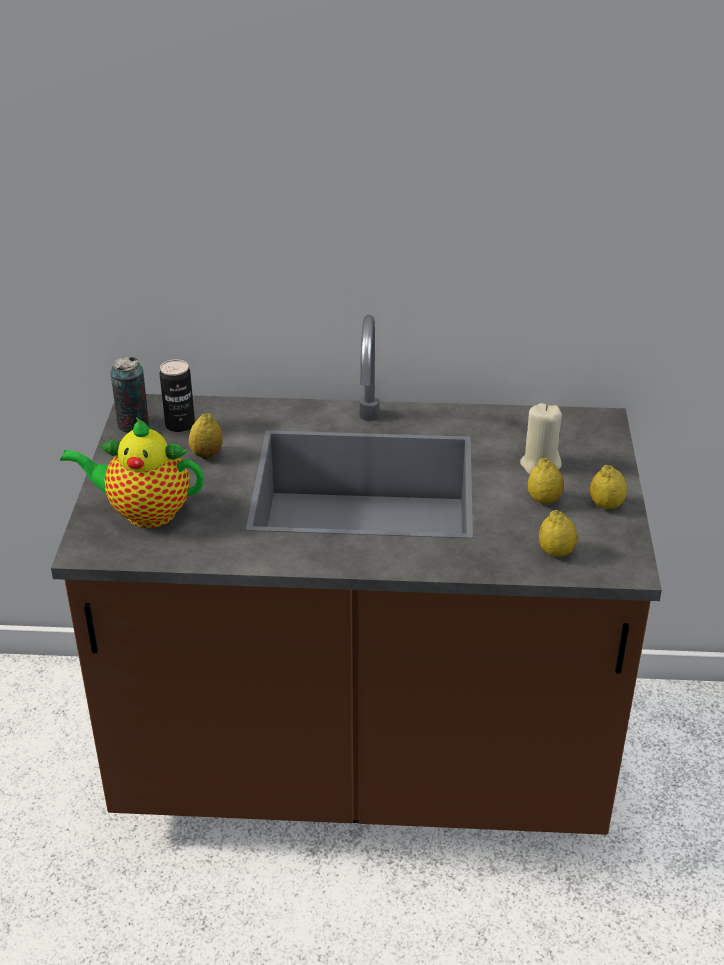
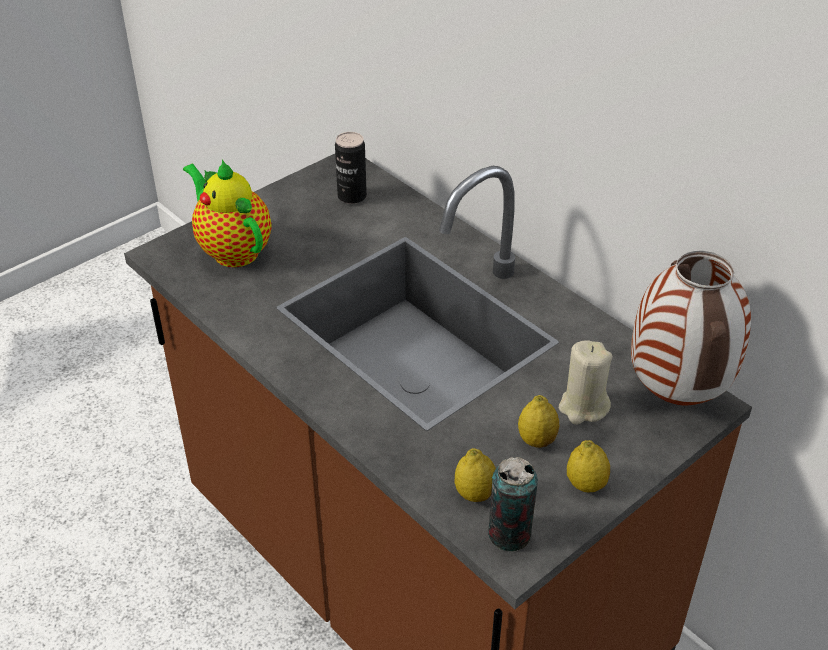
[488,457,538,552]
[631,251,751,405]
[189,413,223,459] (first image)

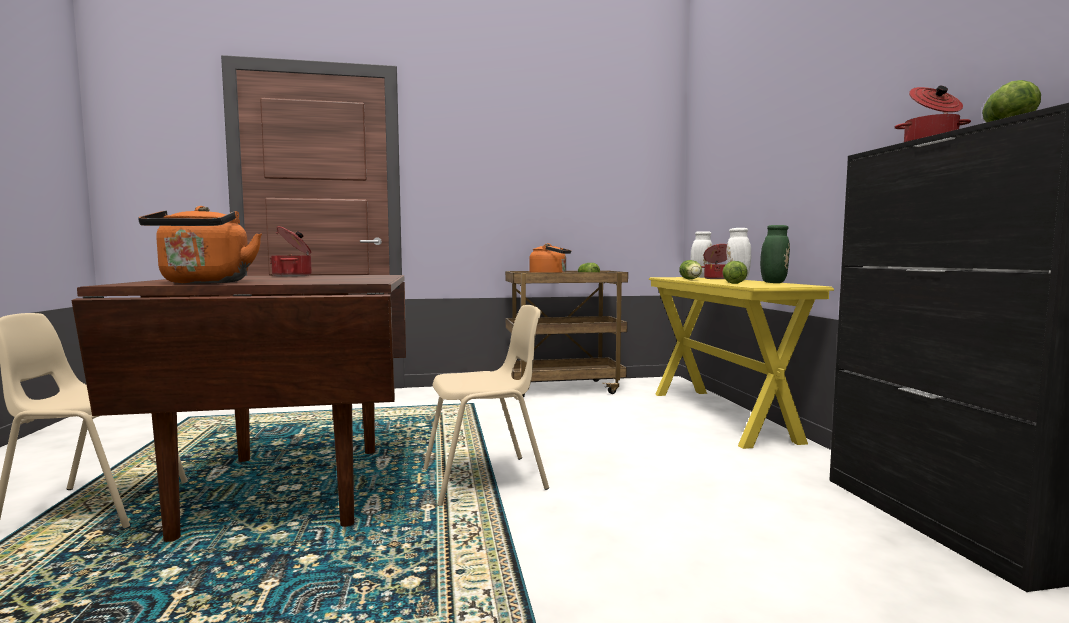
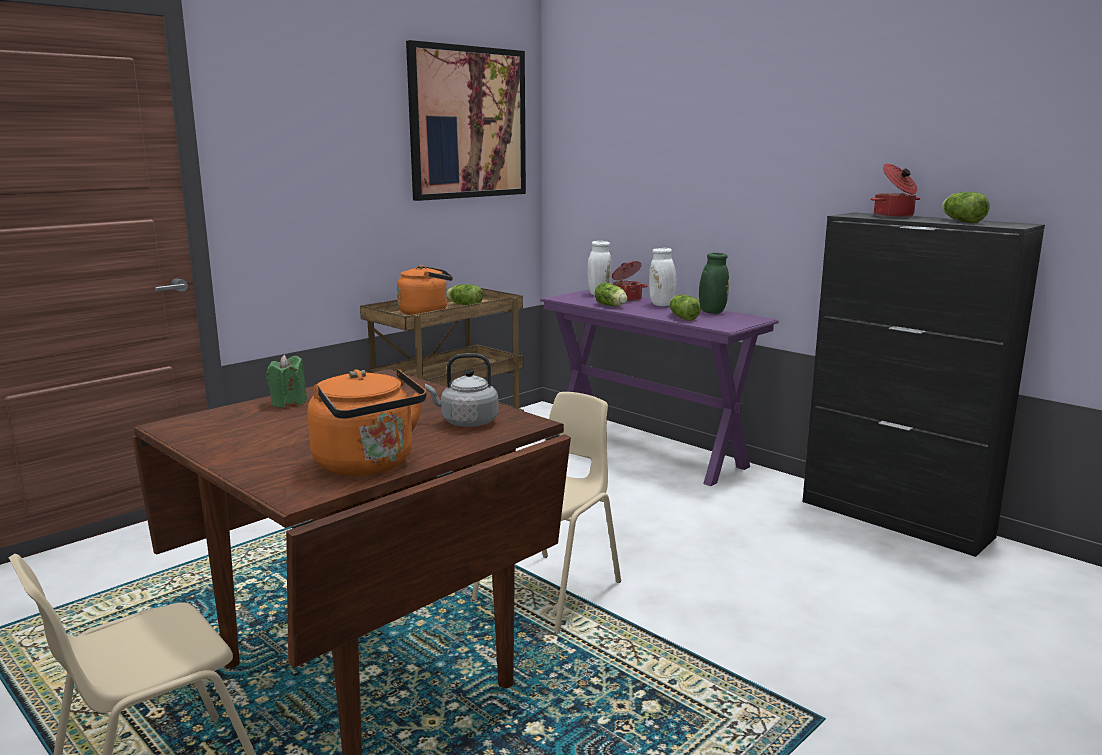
[266,355,307,408]
[406,40,526,201]
[425,353,499,427]
[540,290,779,486]

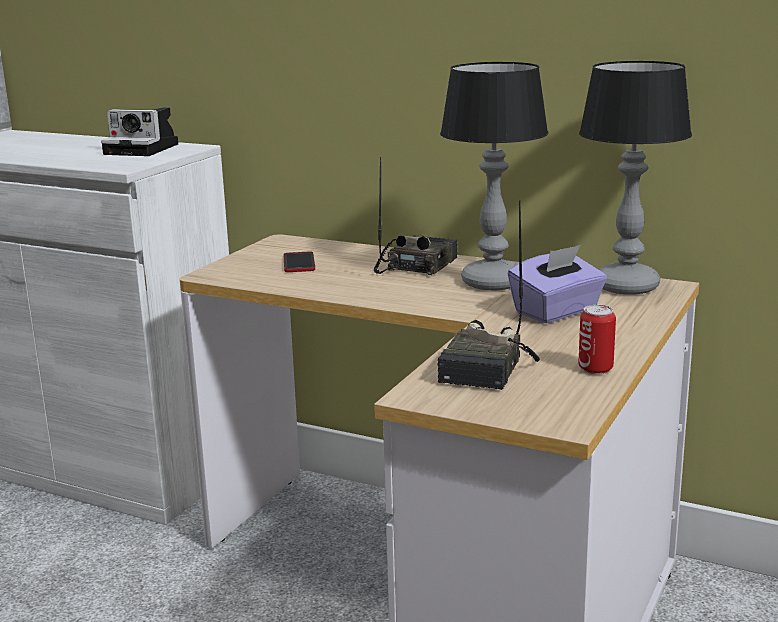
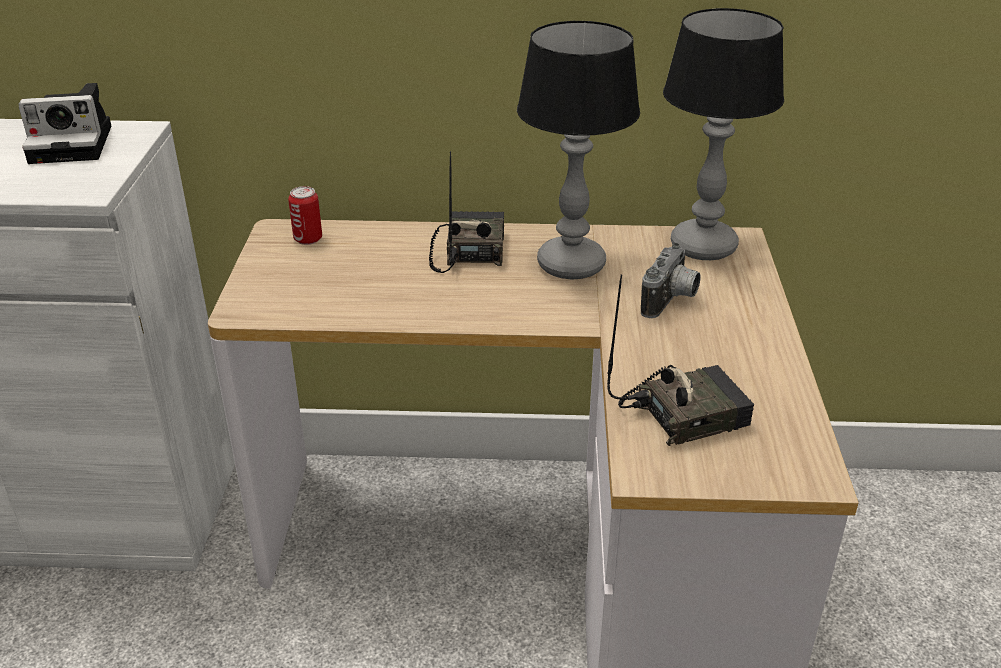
[288,186,322,245]
[607,275,754,446]
[641,243,700,318]
[284,251,315,272] (first image)

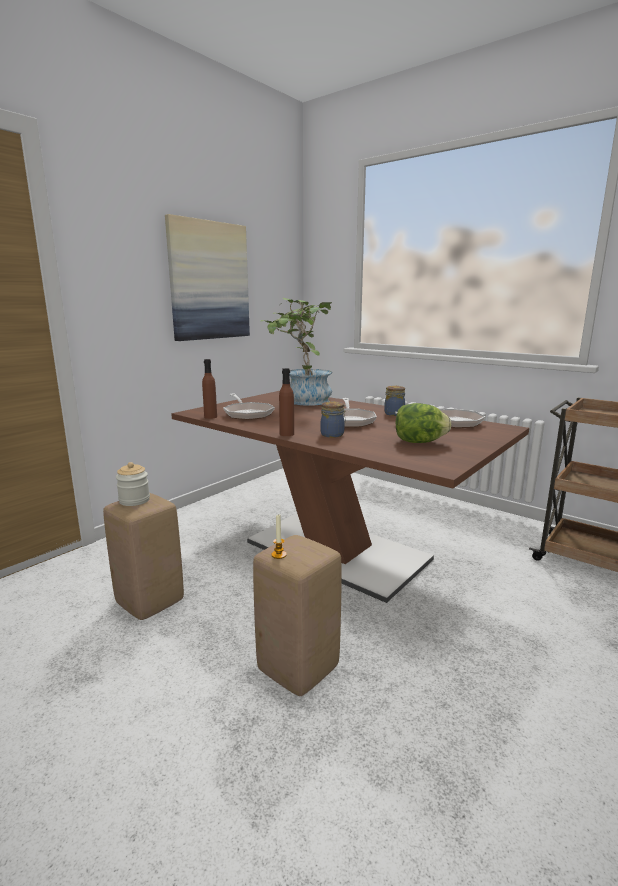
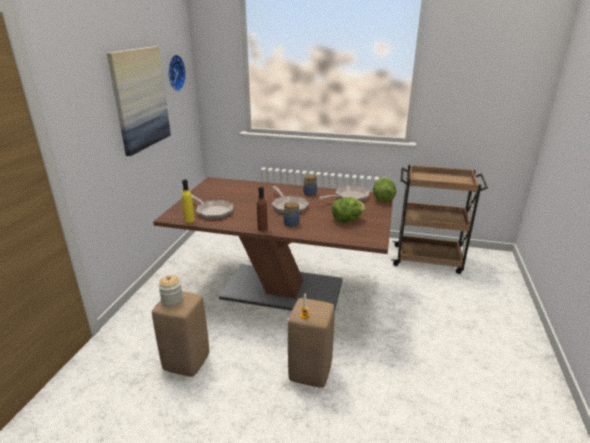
[168,55,186,91]
[182,179,195,223]
[373,178,396,202]
[261,298,332,406] (first image)

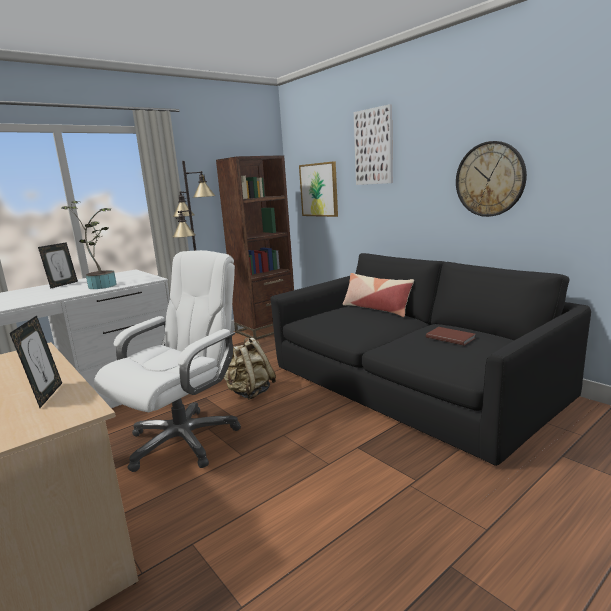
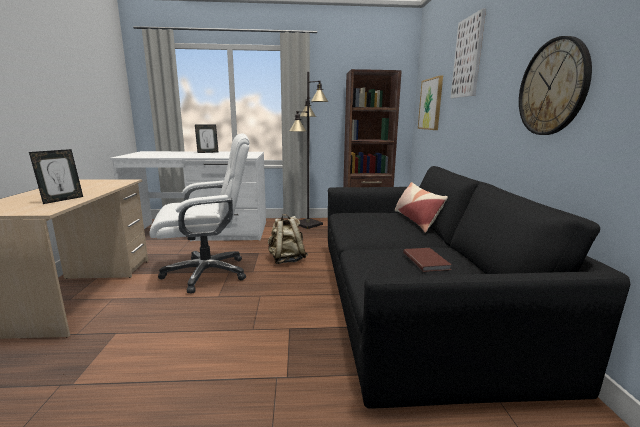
[62,201,117,289] (first image)

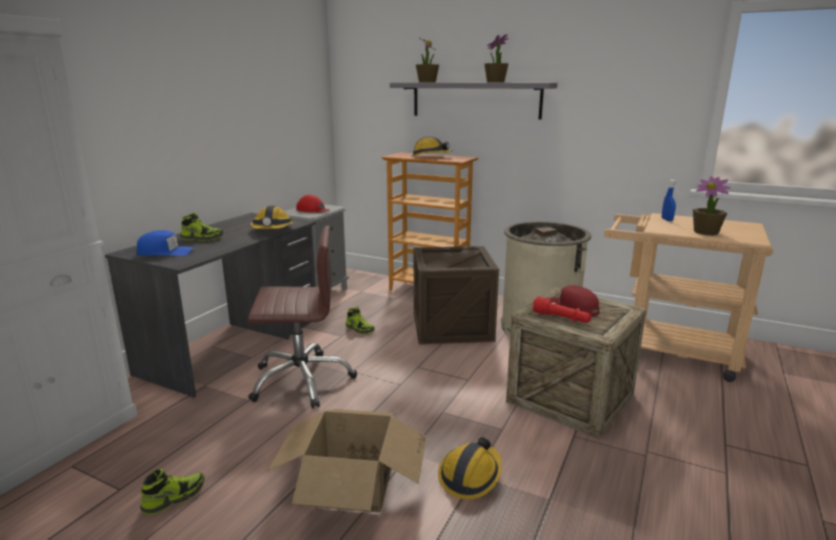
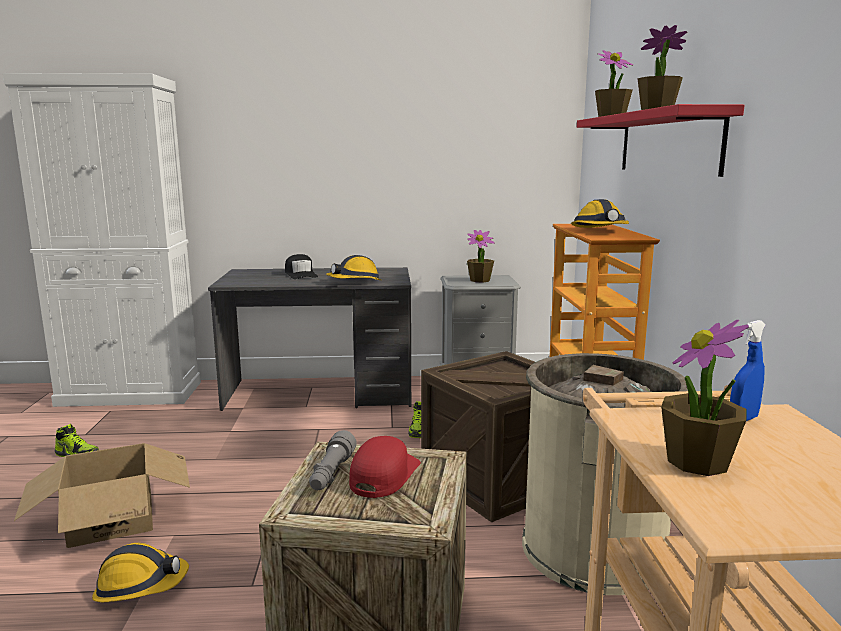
[285,254,318,279]
[309,430,357,490]
[467,230,495,283]
[577,104,745,177]
[136,230,194,256] (first image)
[248,226,357,409] (first image)

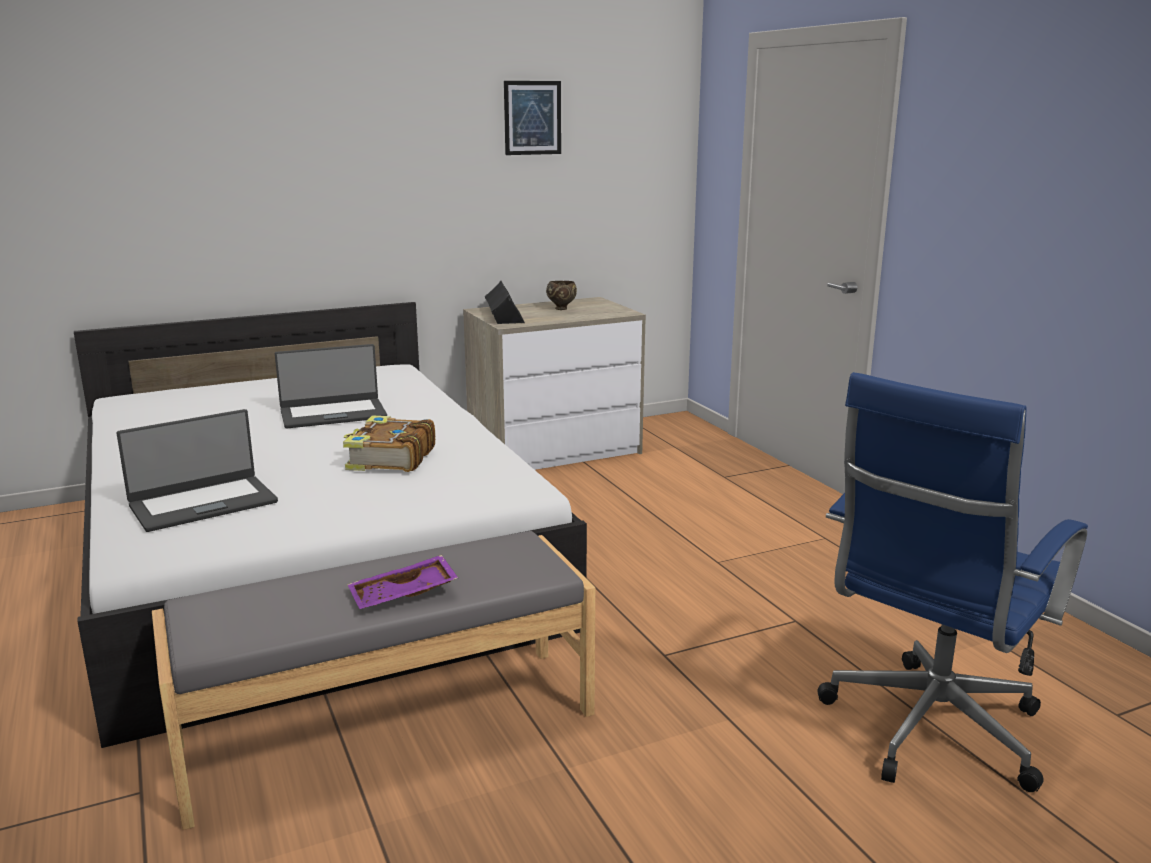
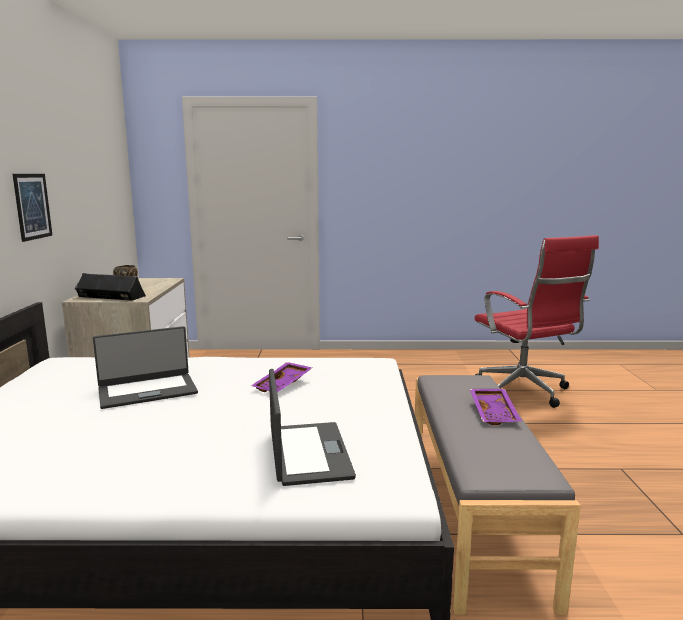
[13,174,53,242]
[93,326,198,409]
[251,362,312,392]
[475,235,599,408]

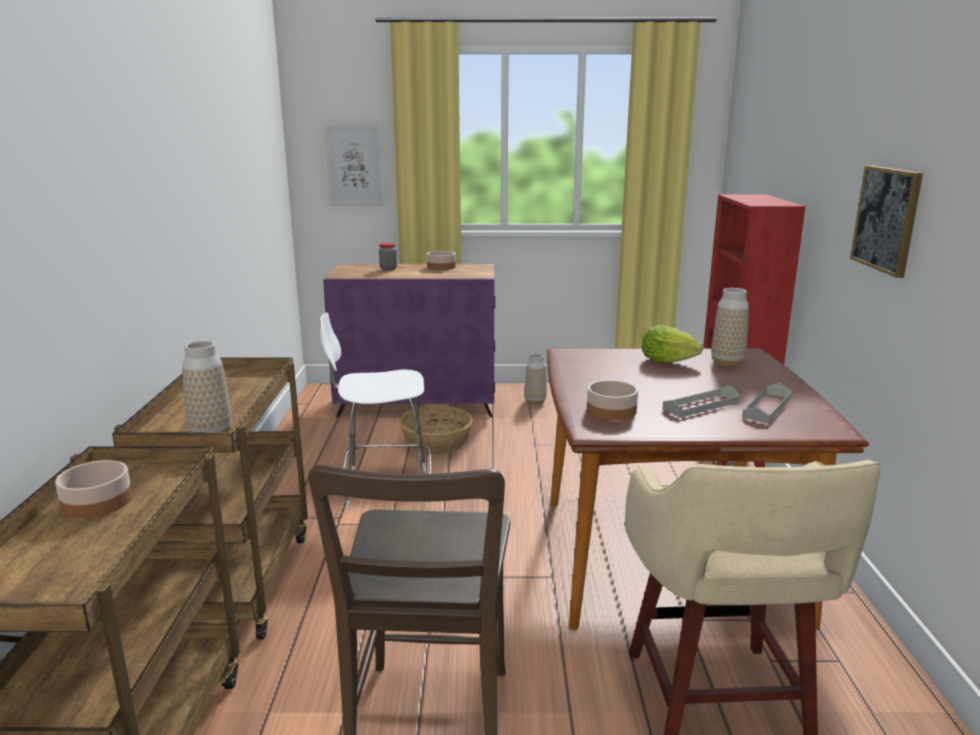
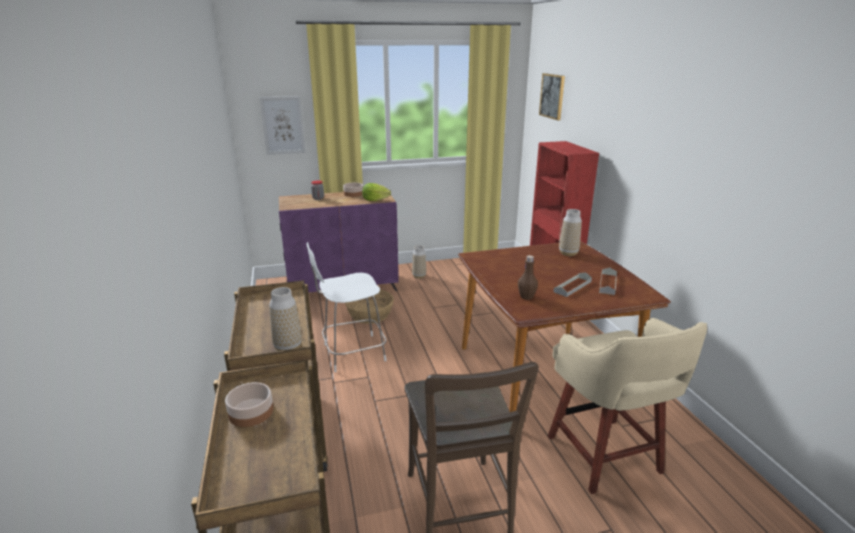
[362,183,391,201]
[518,255,538,300]
[539,73,565,120]

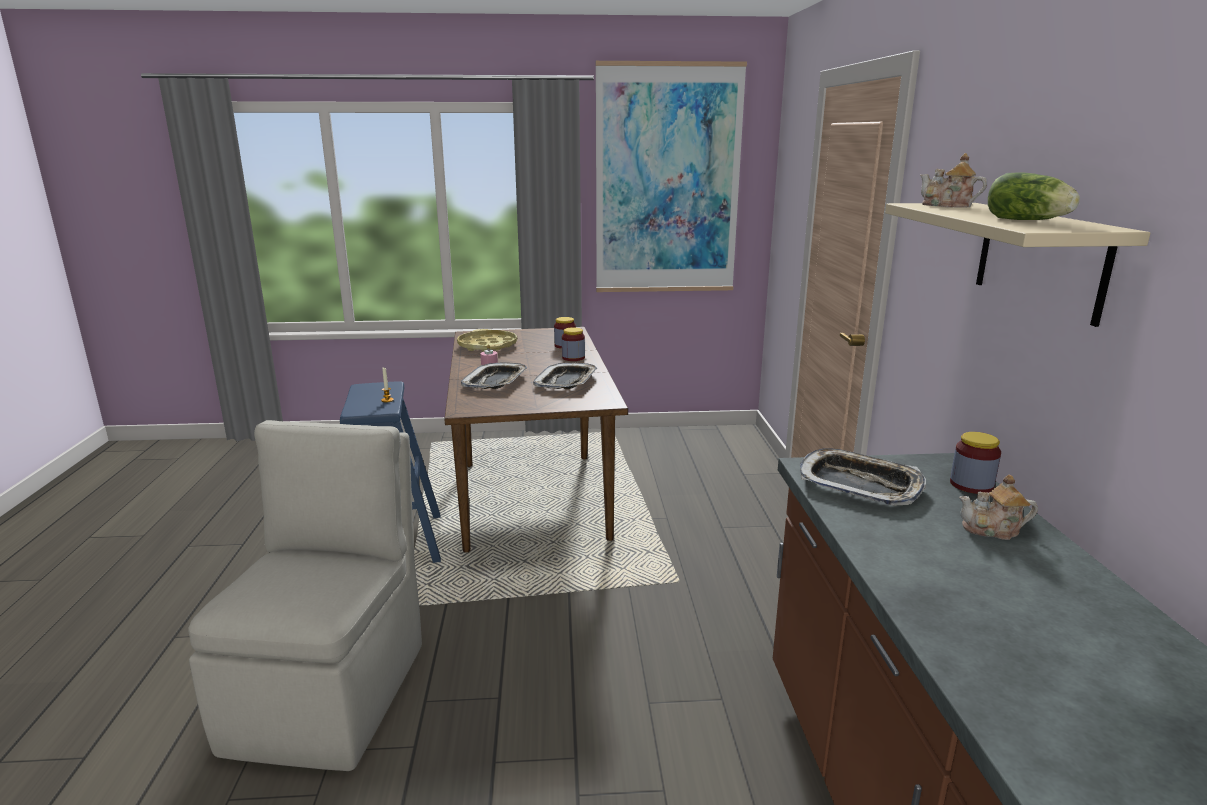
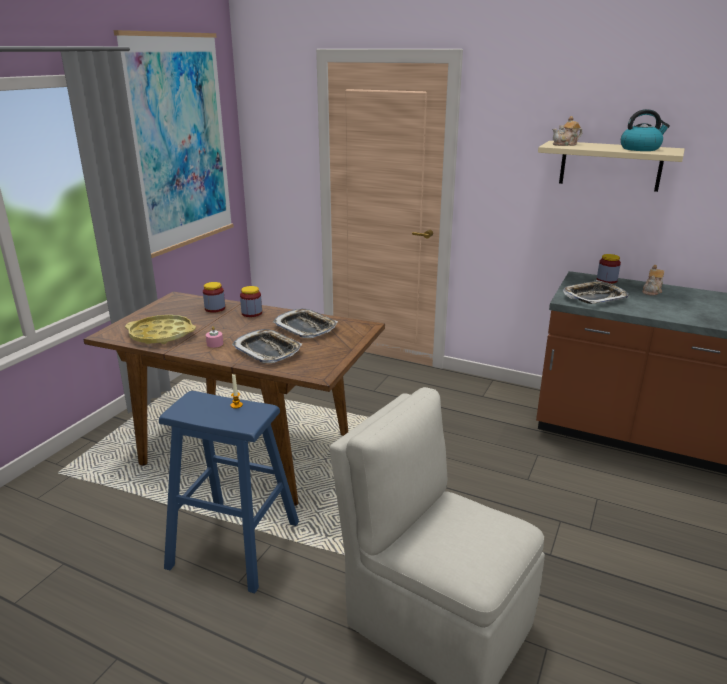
[621,109,670,151]

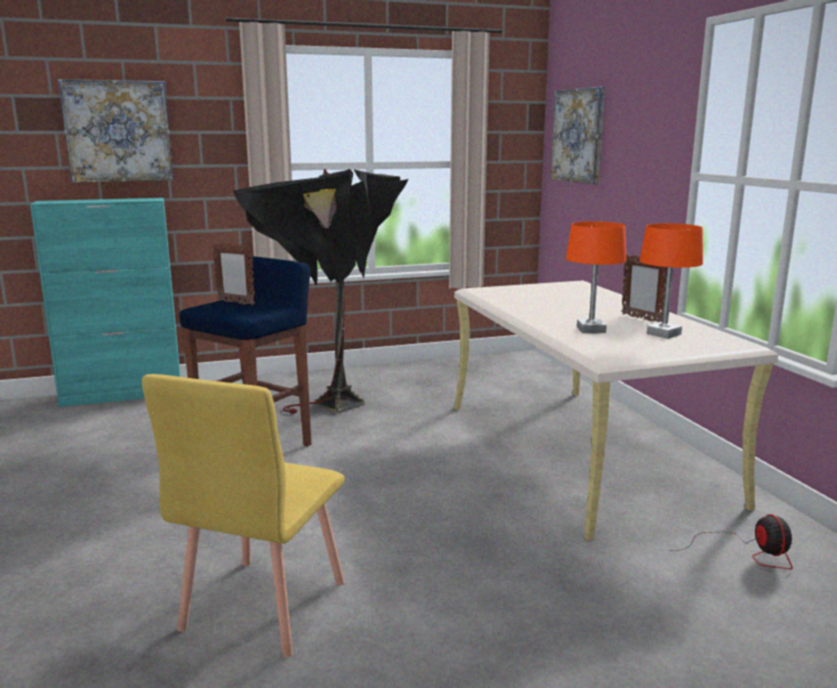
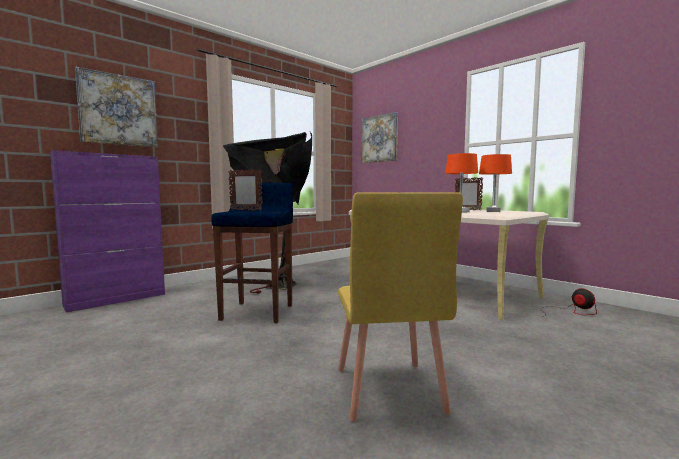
[50,150,165,312]

